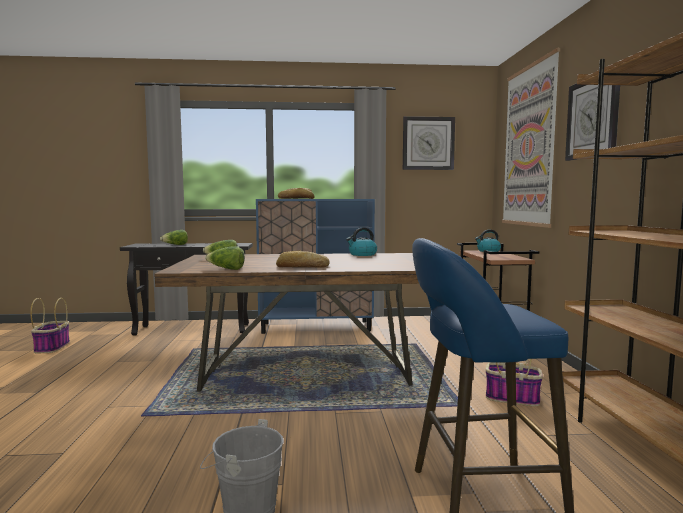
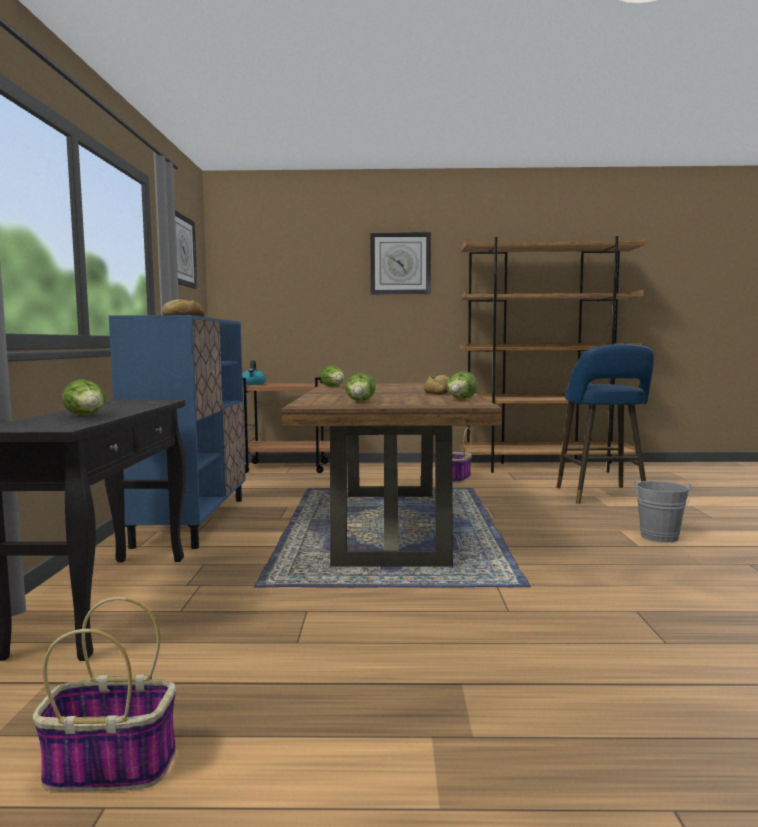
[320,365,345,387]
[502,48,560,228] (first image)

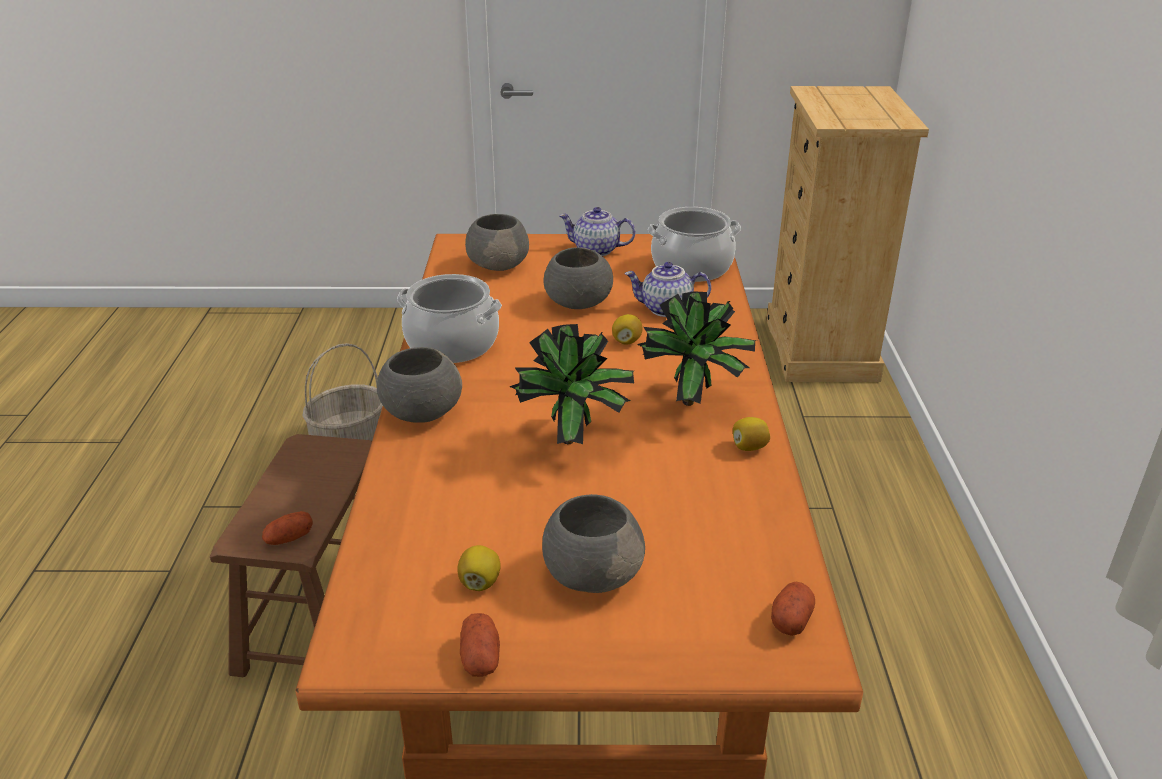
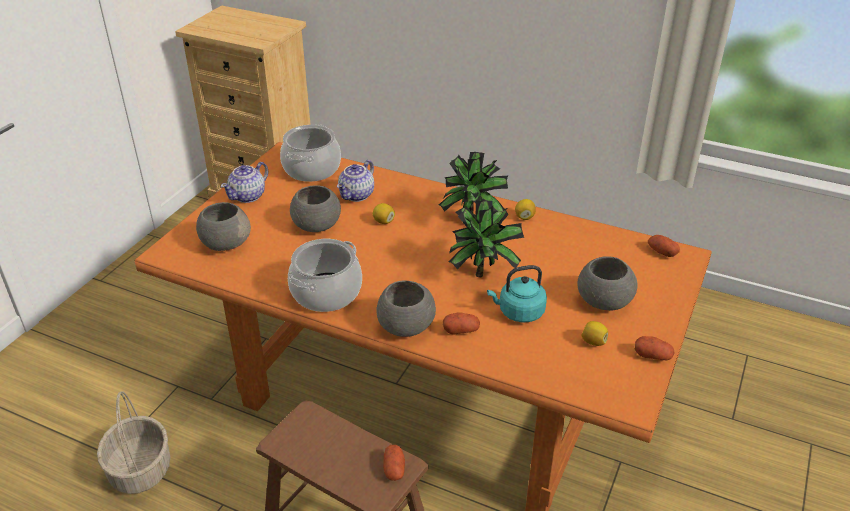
[443,312,480,334]
[487,265,547,322]

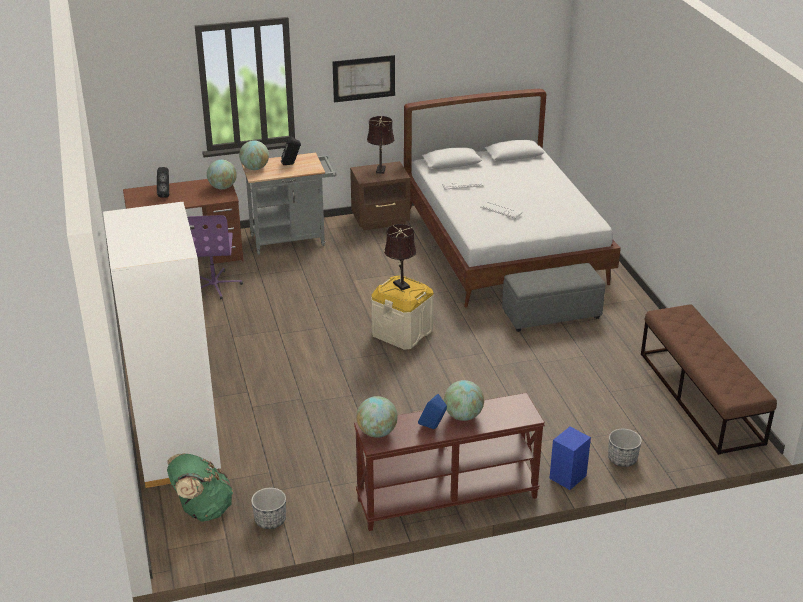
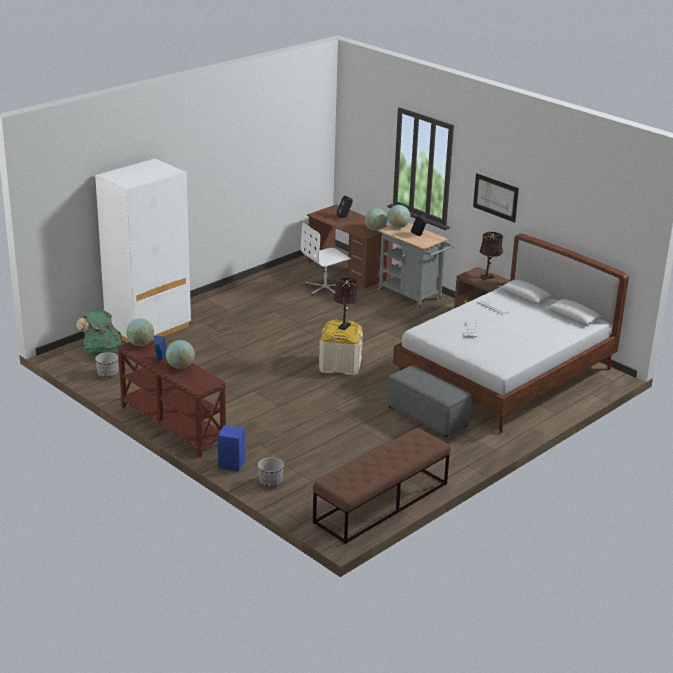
[301,223,351,296]

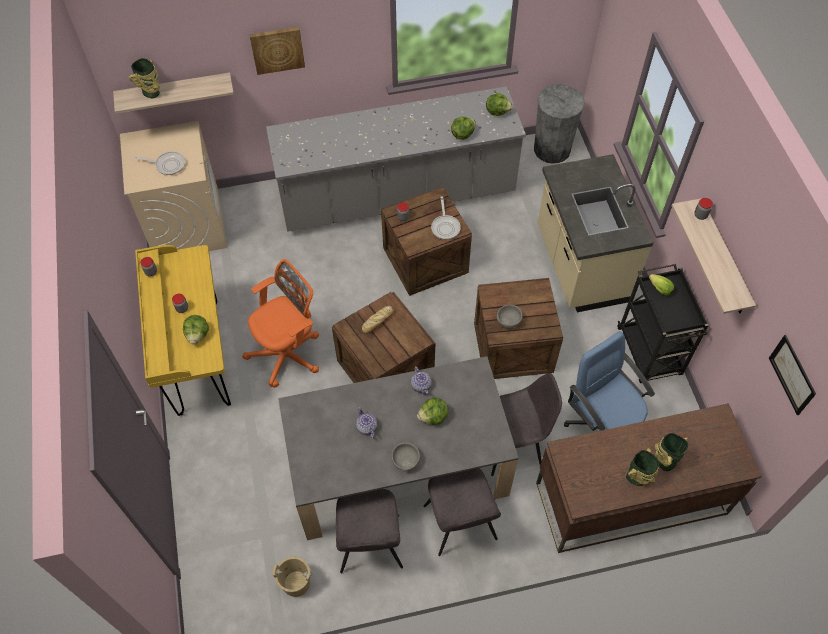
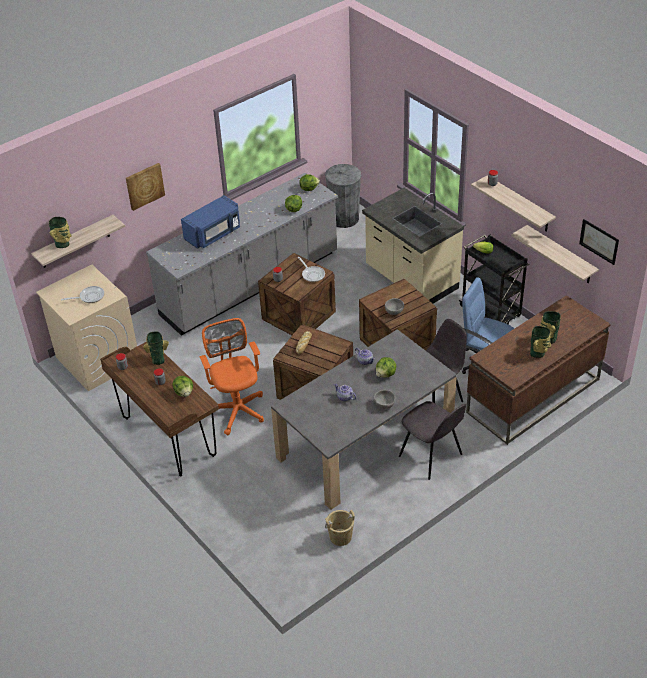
[100,342,219,477]
[143,331,169,365]
[181,195,240,249]
[200,318,264,436]
[511,225,599,283]
[336,489,403,574] (first image)

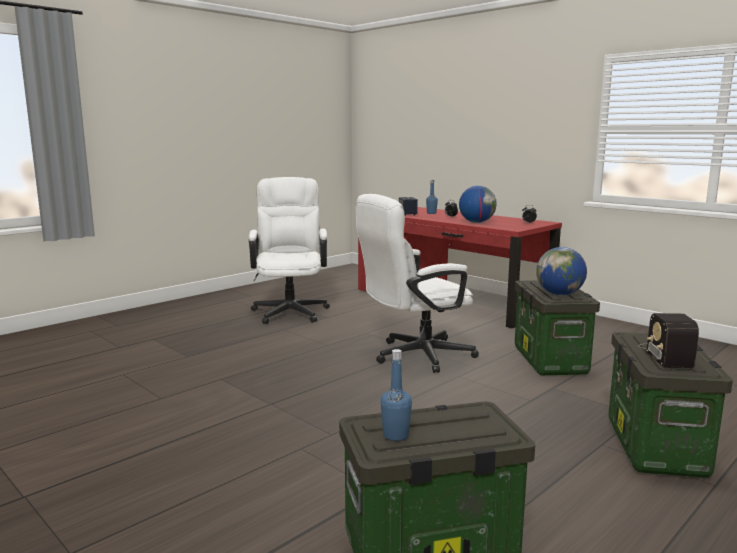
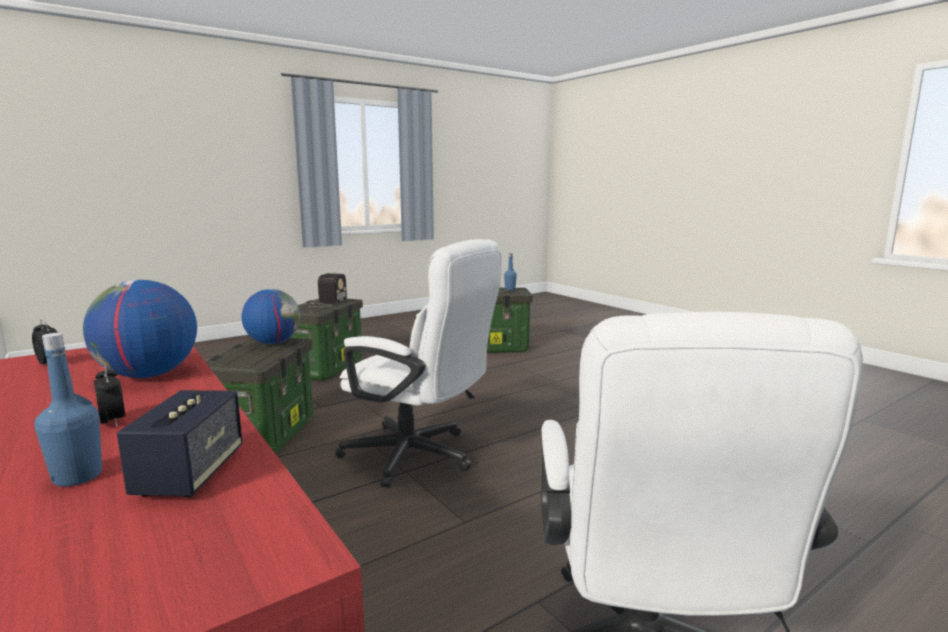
[335,239,501,488]

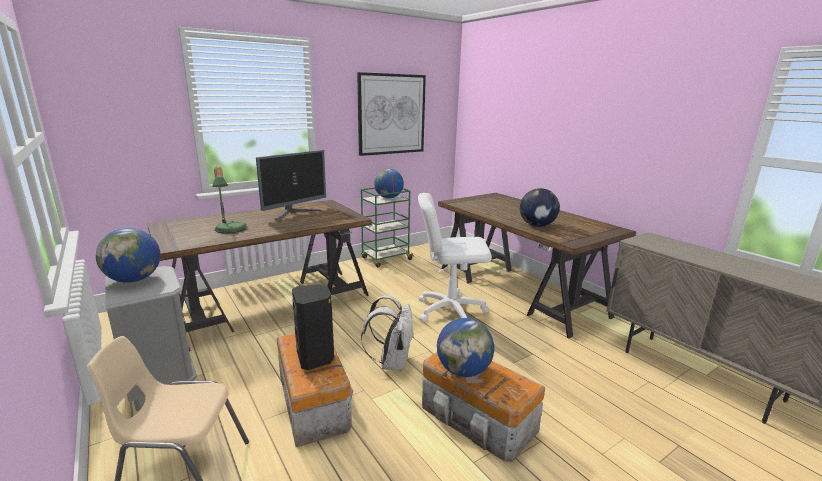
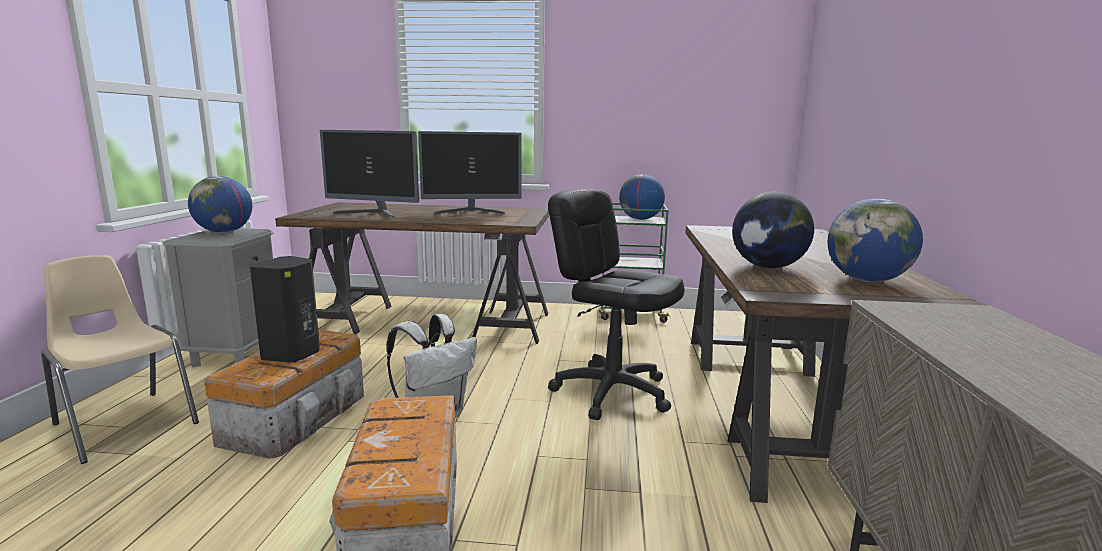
[320,130,419,218]
[548,189,684,420]
[828,198,923,282]
[357,72,426,156] (first image)

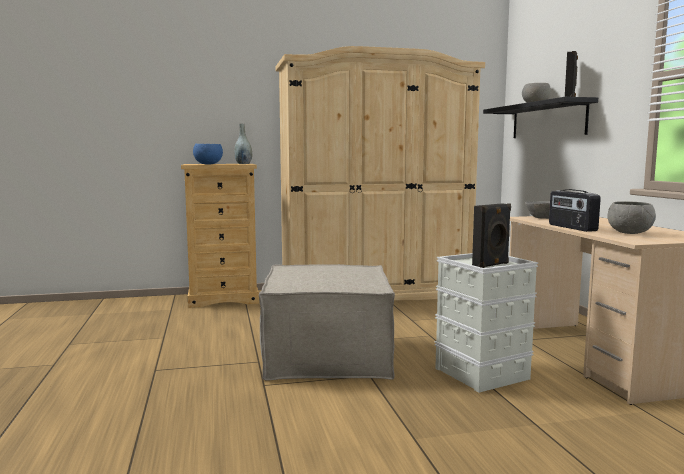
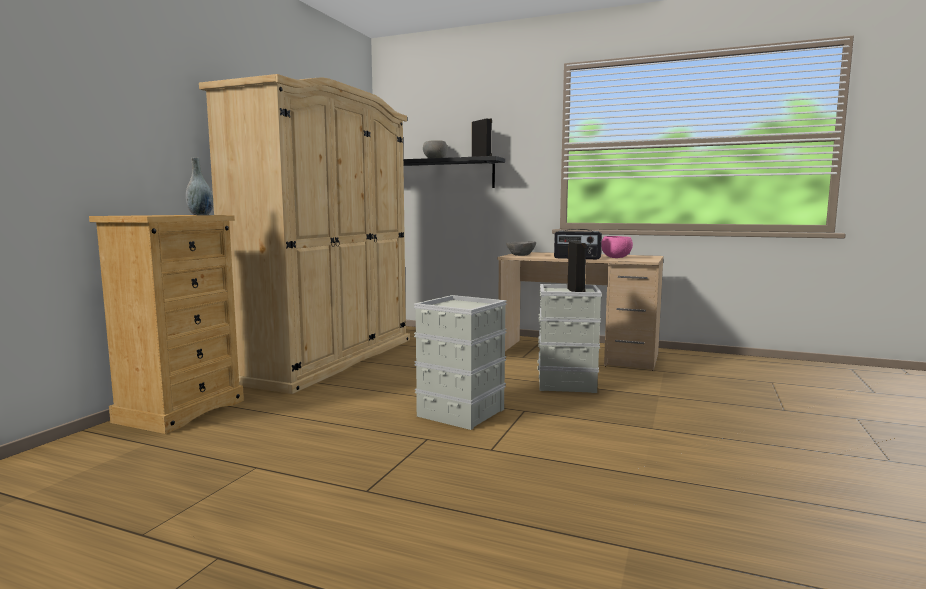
[414,295,507,430]
[601,236,633,258]
[193,144,223,165] (first image)

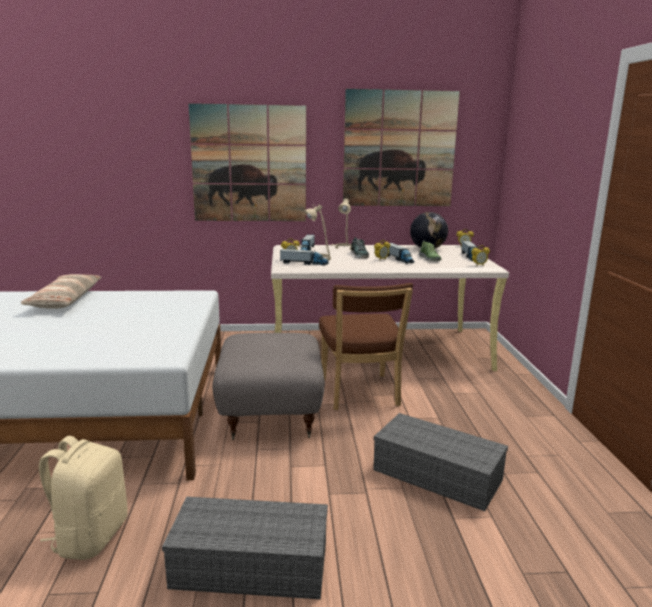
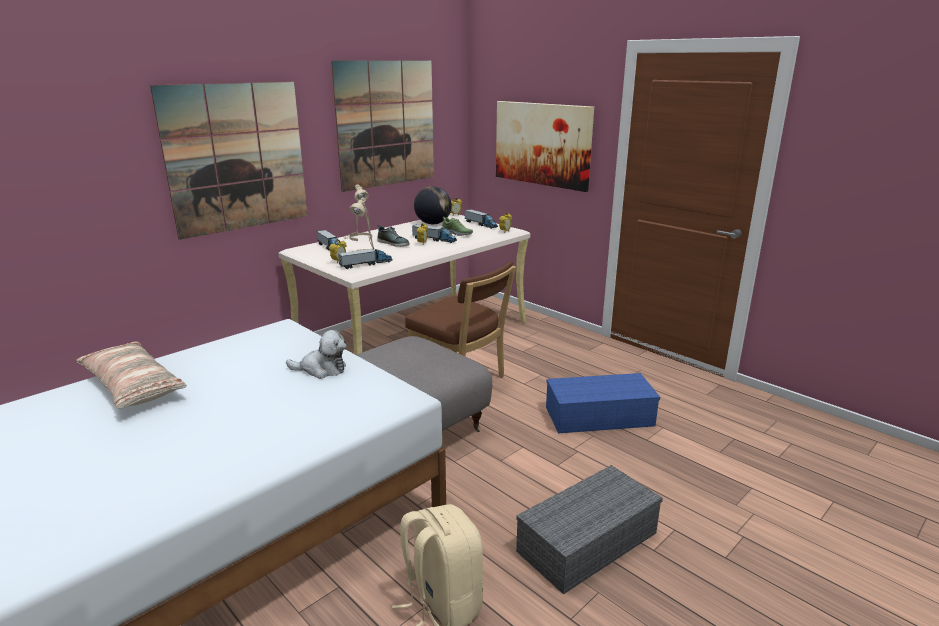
[286,330,347,379]
[496,101,594,192]
[546,373,660,433]

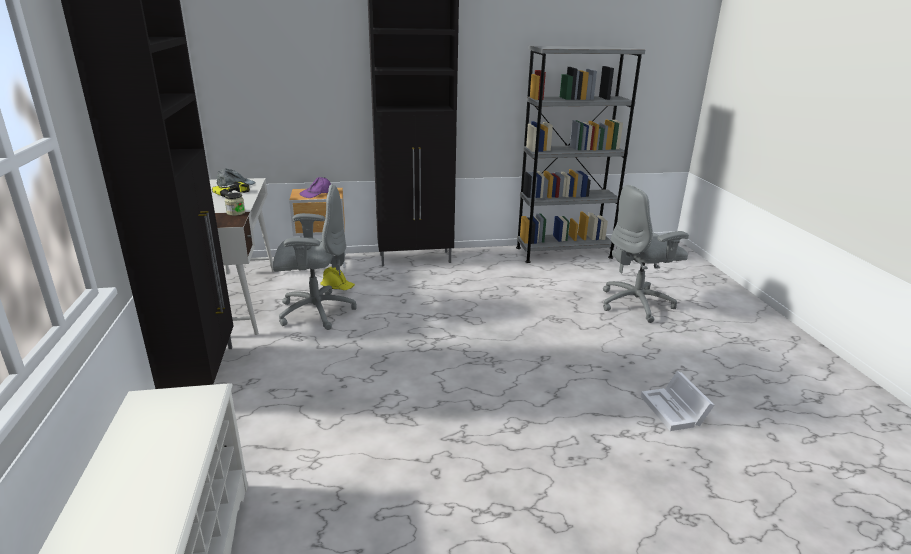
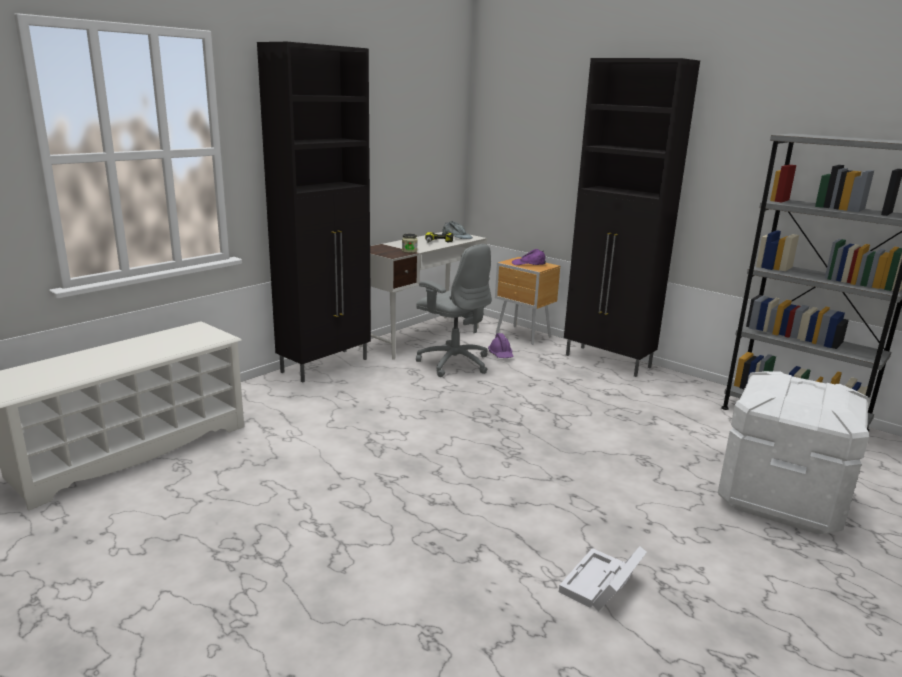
[488,333,514,358]
[718,371,870,534]

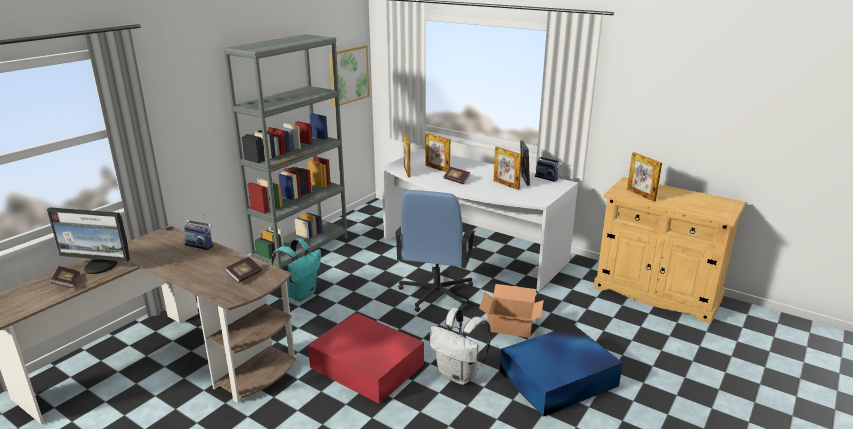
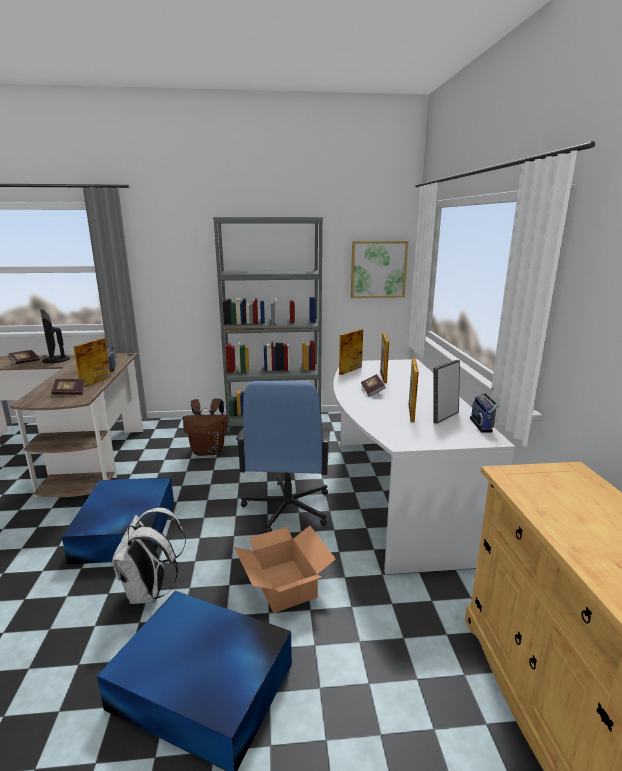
[62,477,174,564]
[73,338,111,387]
[183,398,228,456]
[236,381,331,533]

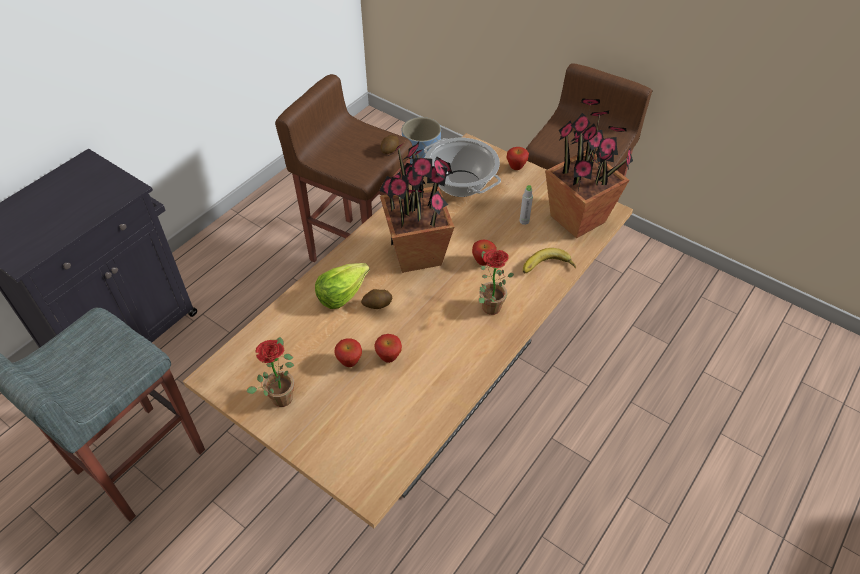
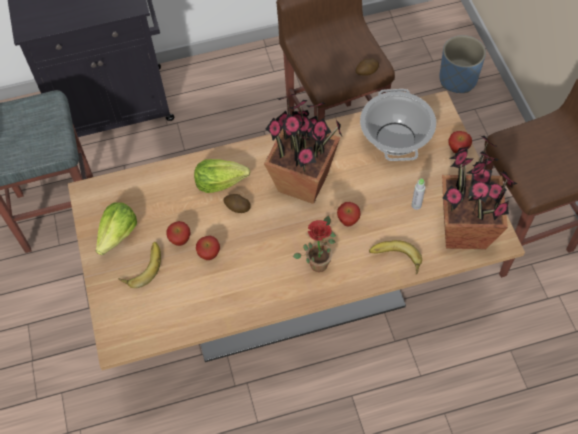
[96,202,137,255]
[118,242,161,288]

